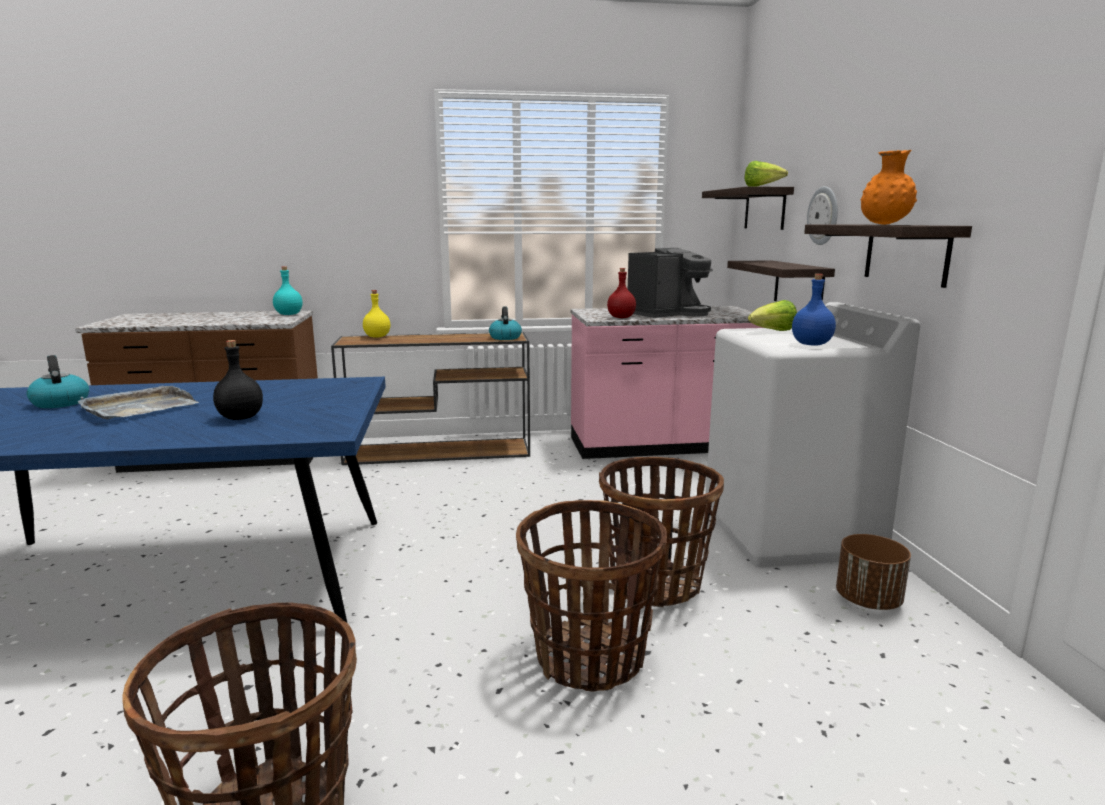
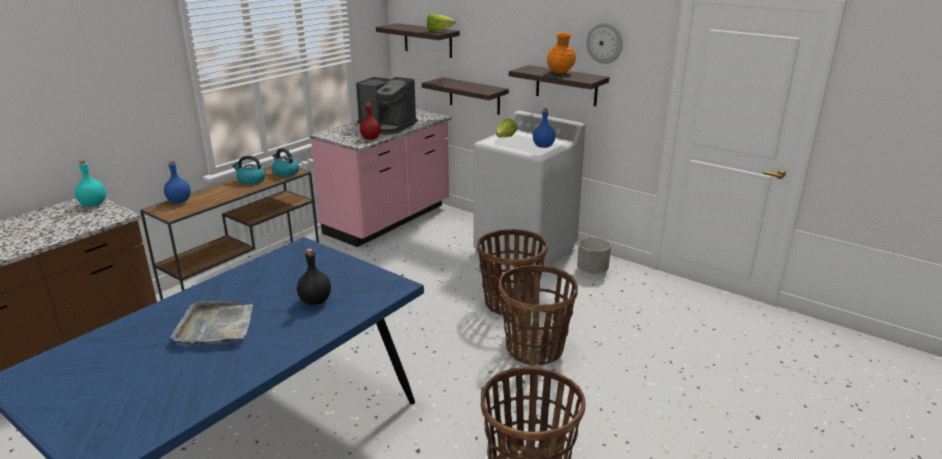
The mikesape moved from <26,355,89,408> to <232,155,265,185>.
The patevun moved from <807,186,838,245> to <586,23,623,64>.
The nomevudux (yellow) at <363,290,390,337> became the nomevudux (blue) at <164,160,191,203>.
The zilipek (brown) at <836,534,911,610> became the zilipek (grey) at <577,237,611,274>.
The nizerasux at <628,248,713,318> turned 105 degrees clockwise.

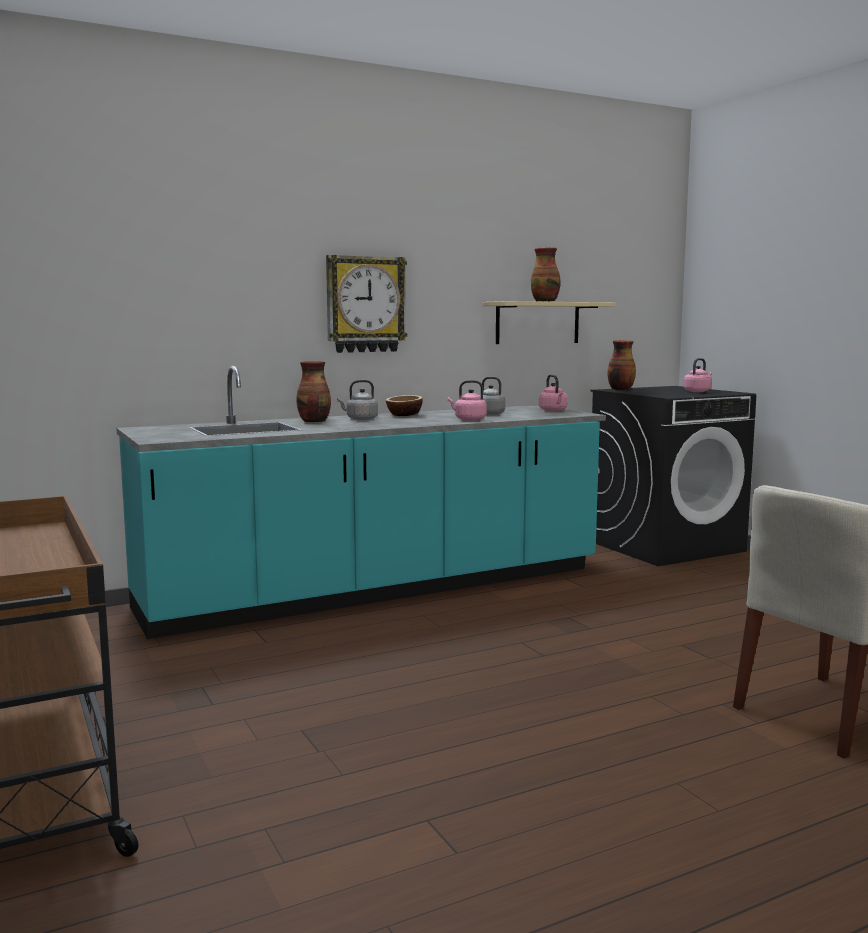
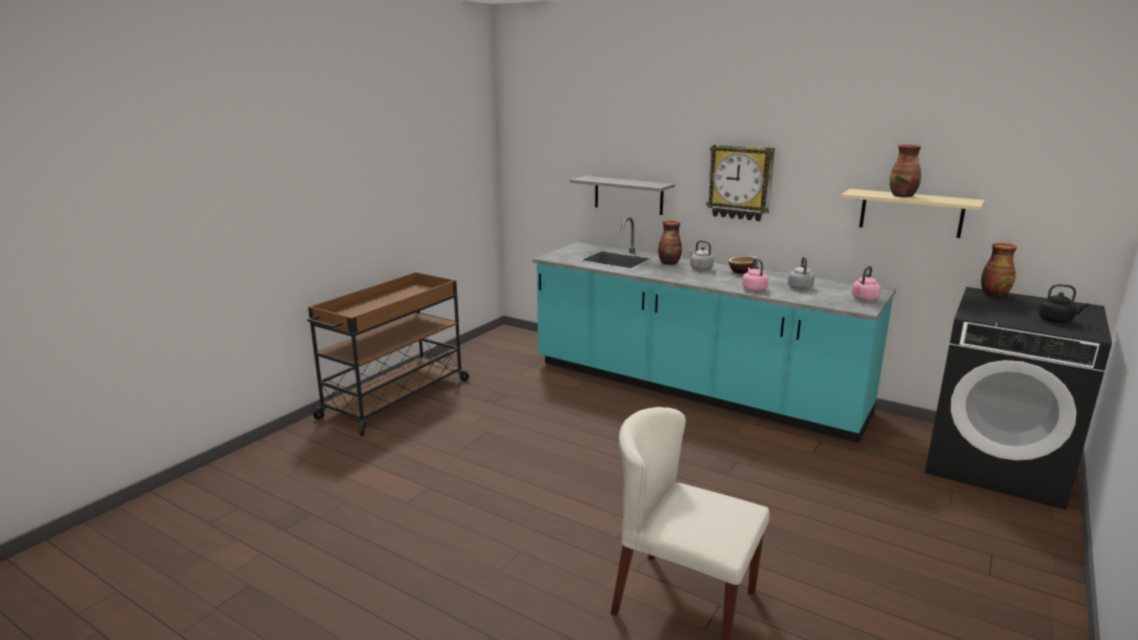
The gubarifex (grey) at <570,176,675,215> appeared.
The mikesape (pink) at <683,358,712,392> became the mikesape (black) at <1038,284,1089,323>.

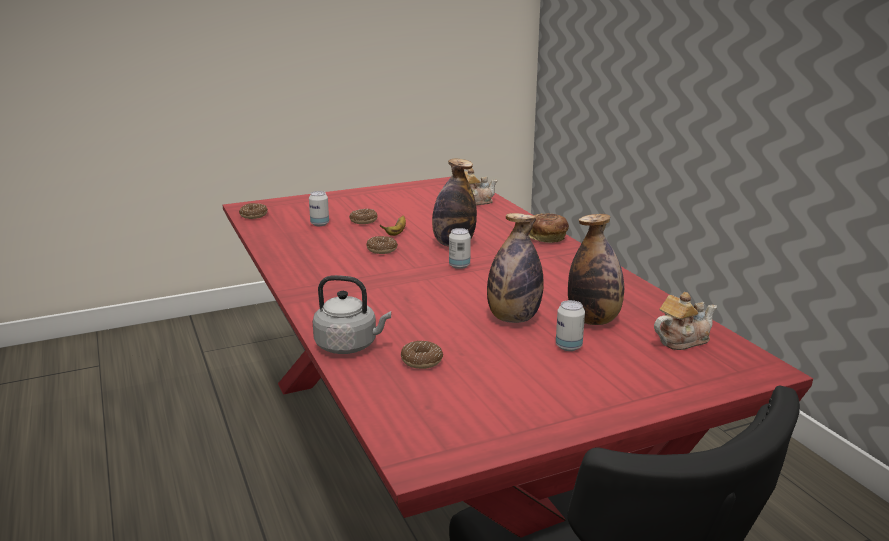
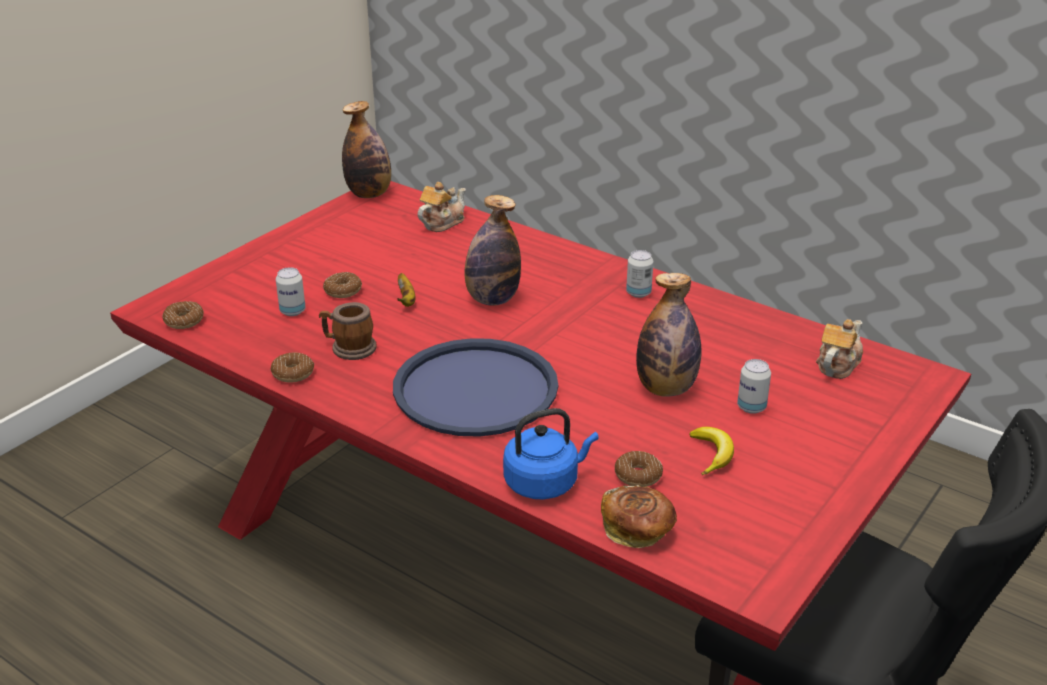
The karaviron at <319,302,377,360> appeared.
The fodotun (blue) at <393,338,558,437> appeared.
The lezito at <689,427,734,475> appeared.
The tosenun moved from <367,236,398,254> to <271,352,314,383>.
The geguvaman moved from <449,228,471,269> to <626,250,653,298>.
The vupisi moved from <529,213,569,243> to <601,485,677,548>.
The nomevudux moved from <568,214,624,325> to <342,101,391,198>.
The mikesape (grey) at <313,275,391,354> became the mikesape (blue) at <503,408,599,499>.

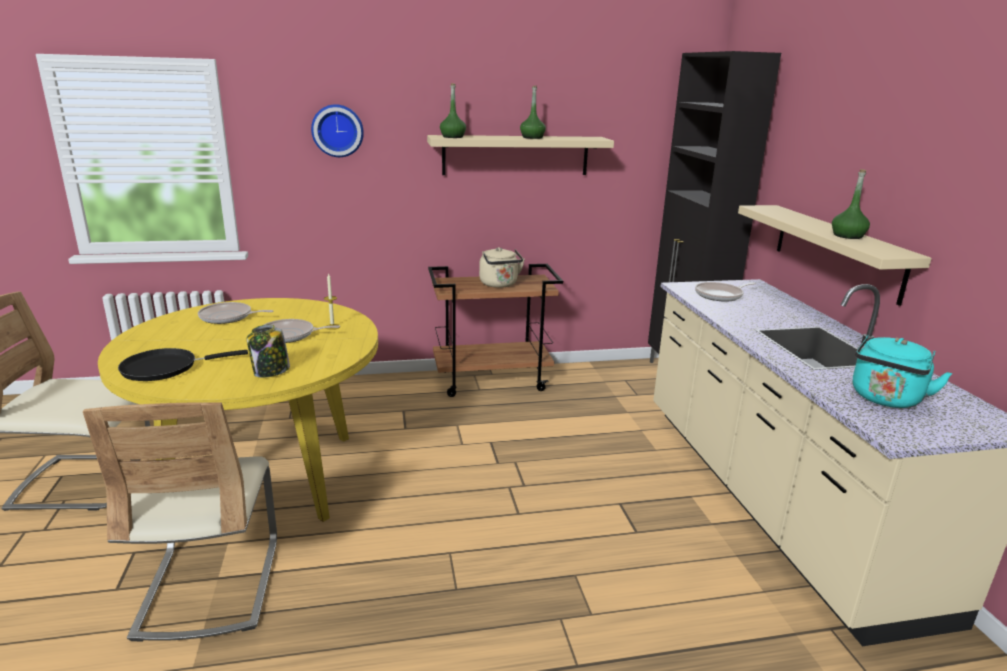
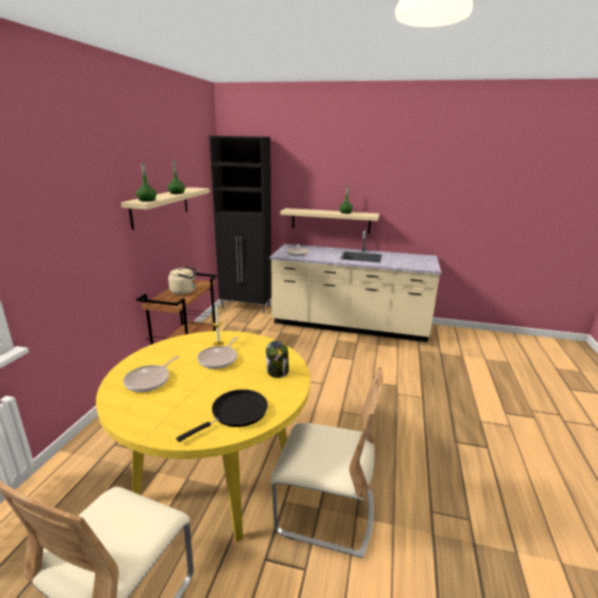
The patevun at <311,104,364,157> disappeared.
The mikesape (turquoise) at <853,335,952,408> disappeared.
The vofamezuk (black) at <118,348,248,381> turned 135 degrees counterclockwise.

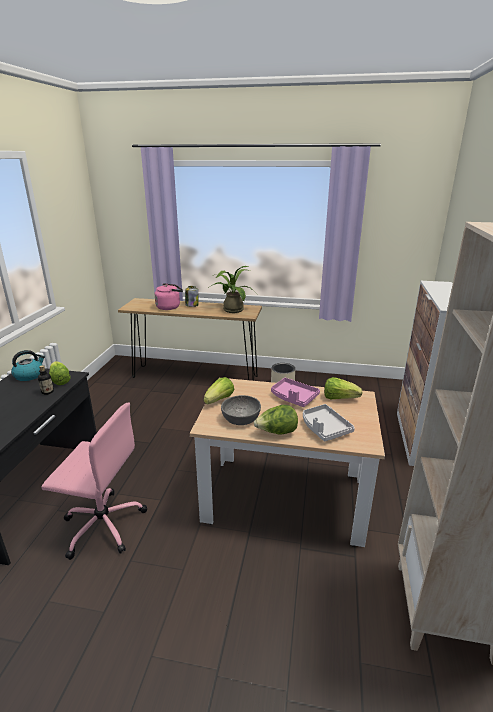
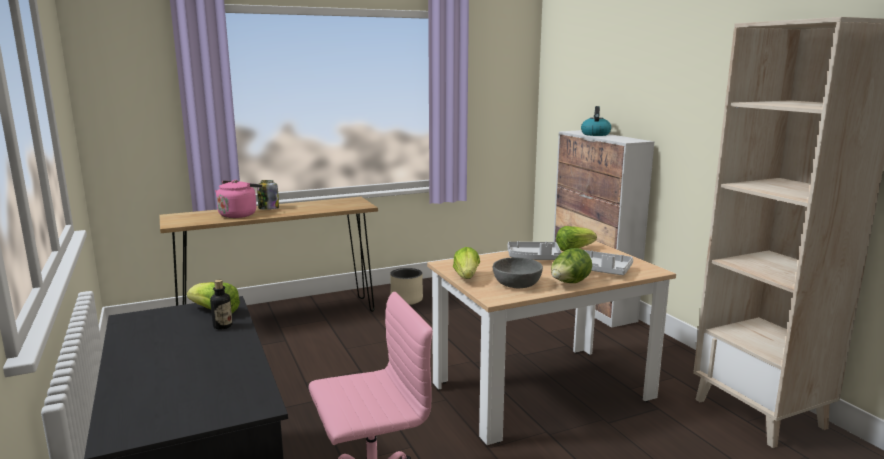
The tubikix at <208,266,256,313> disappeared.
The mikesape moved from <11,350,45,381> to <581,106,611,136>.
The fodotun (pink) at <271,378,320,407> became the fodotun (grey) at <507,241,562,260>.

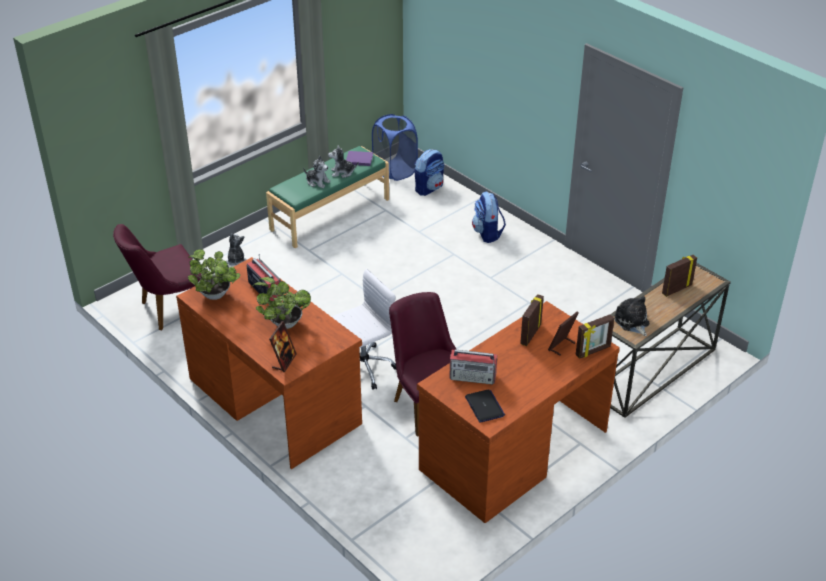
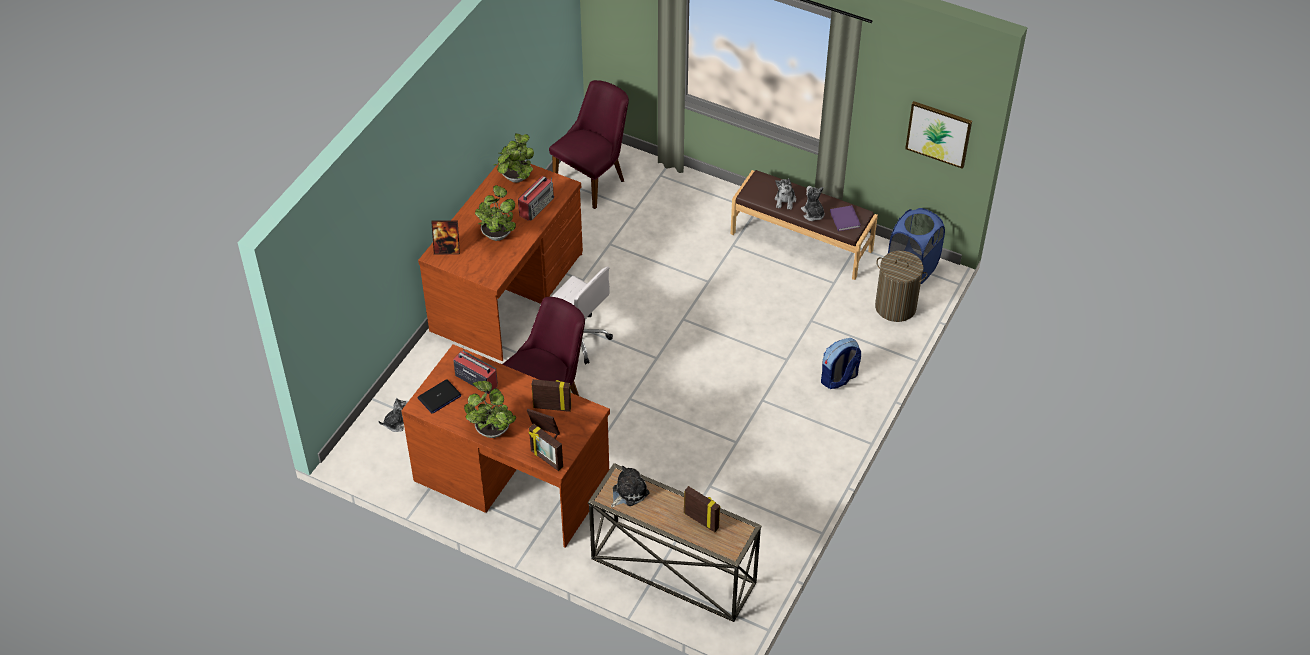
The tubikix at <464,381,516,438> appeared.
The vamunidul at <905,101,972,169> appeared.
The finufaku moved from <226,233,247,266> to <378,397,408,432>.
The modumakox at <414,149,444,196> was replaced by the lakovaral at <875,251,928,322>.
The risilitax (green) at <266,146,389,248> became the risilitax (brown) at <731,170,878,280>.
The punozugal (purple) at <113,224,201,330> turned 90 degrees clockwise.
The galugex at <449,350,497,385> turned 135 degrees clockwise.

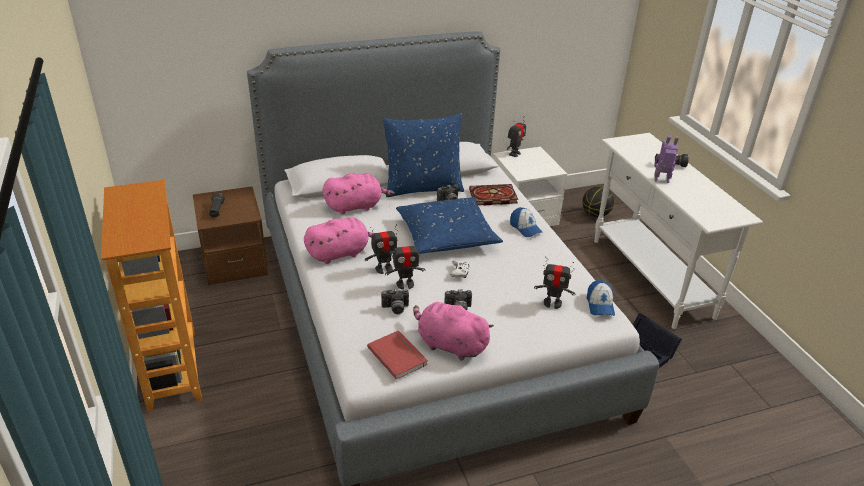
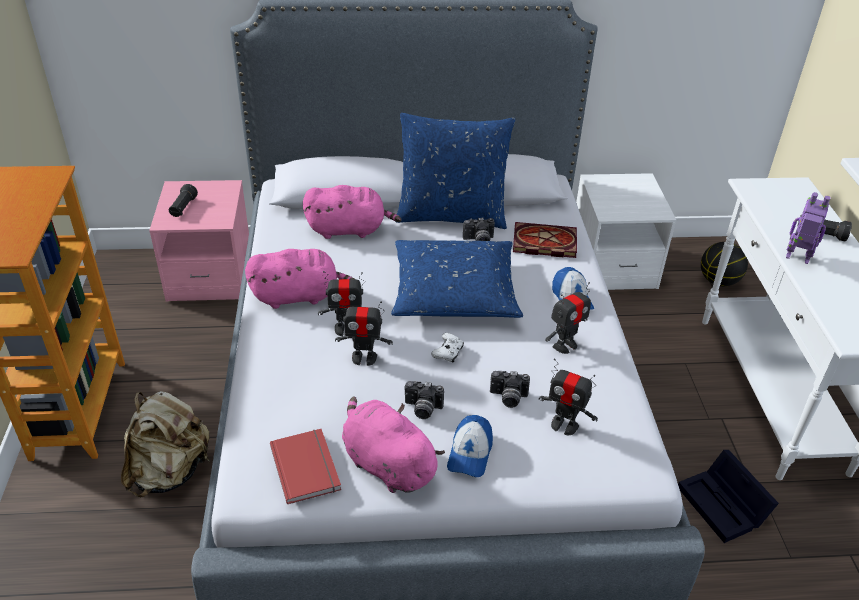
The modumakox (beige) at <121,391,210,497> appeared.
The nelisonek moved from <381,289,409,314> to <490,371,530,408>.
The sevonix moved from <507,116,526,157> to <545,282,591,354>.
The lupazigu moved from <587,280,615,316> to <447,415,493,477>.
The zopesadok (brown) at <193,186,268,286> became the zopesadok (pink) at <149,180,249,302>.

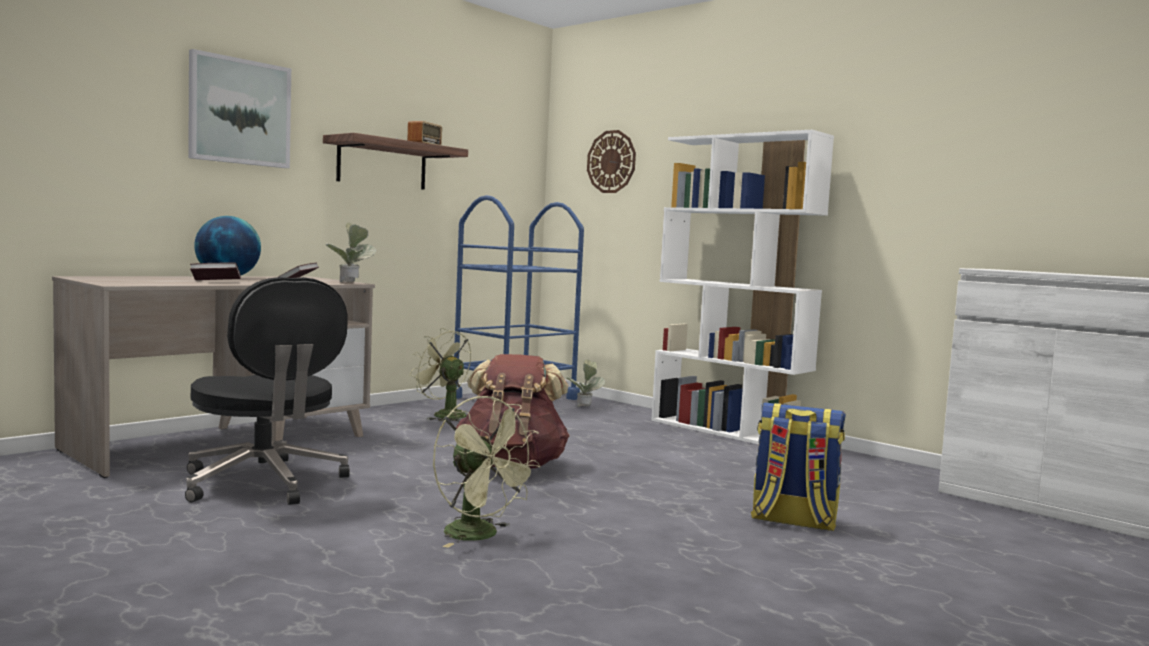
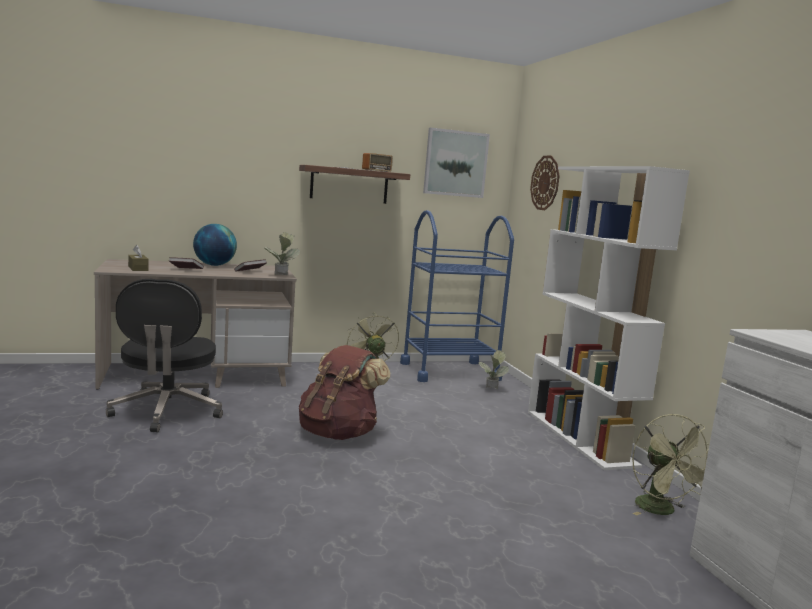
The modumakox at <751,402,846,531> disappeared.
The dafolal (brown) at <128,245,149,271> appeared.
The vamunidul moved from <188,49,291,168> to <423,127,490,198>.
The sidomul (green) moved from <433,396,541,548> to <632,414,709,515>.

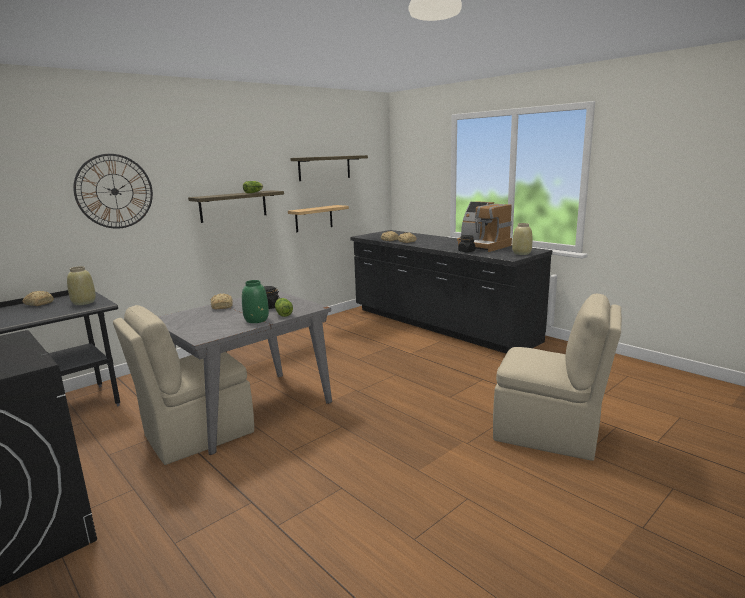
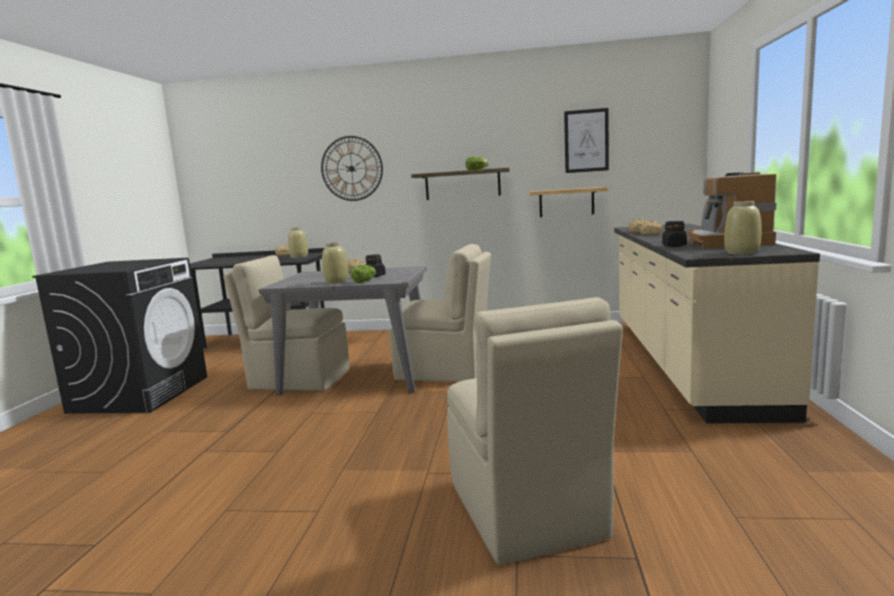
The punozugal (beige) at <390,244,491,382> appeared.
The gubarifex at <290,155,368,181> was replaced by the vamunidul at <564,108,609,173>.
The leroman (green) at <242,280,269,323> became the leroman (beige) at <322,242,349,284>.
The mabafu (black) at <350,230,552,354> became the mabafu (beige) at <614,224,820,423>.

